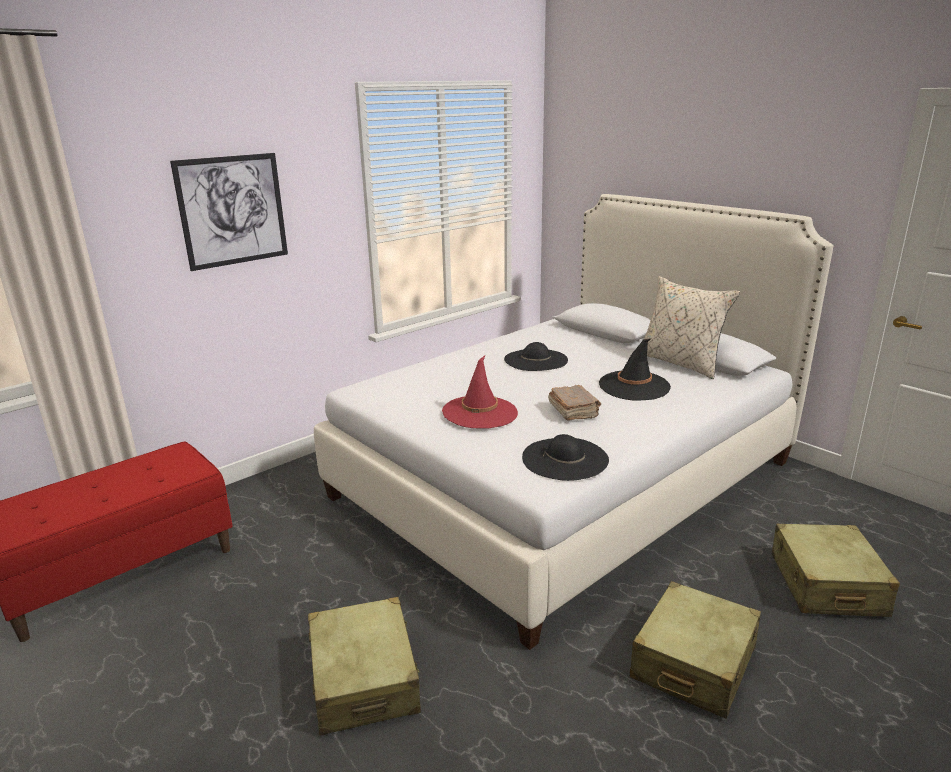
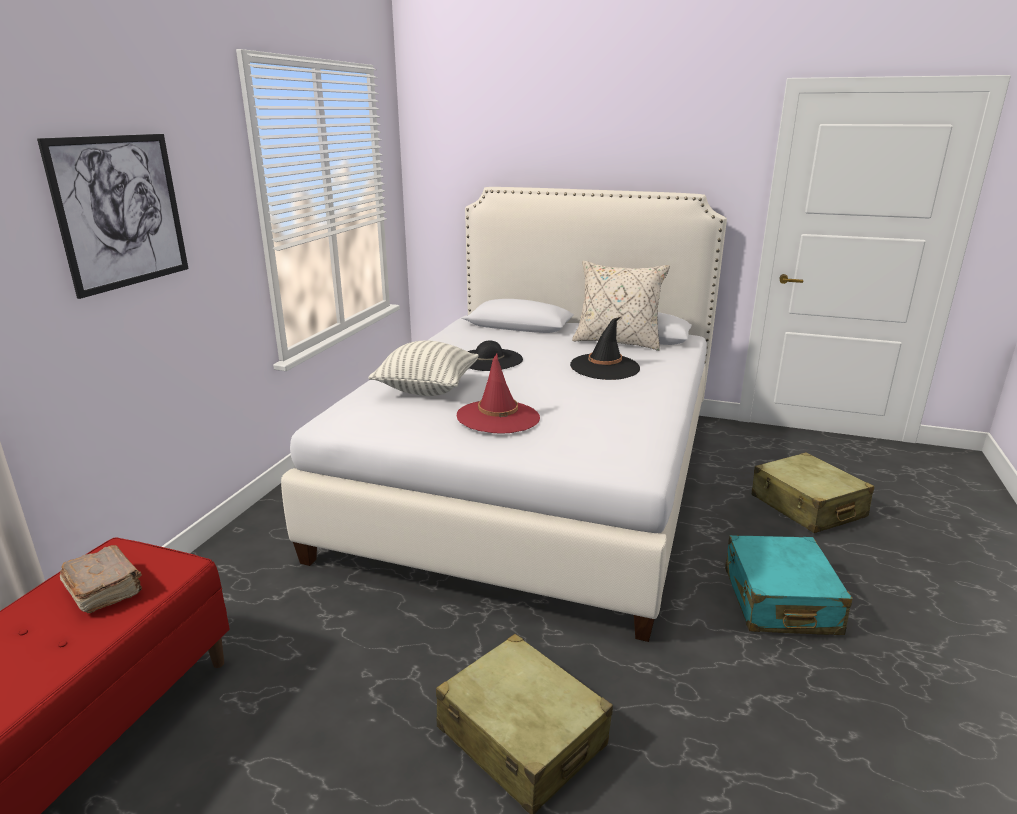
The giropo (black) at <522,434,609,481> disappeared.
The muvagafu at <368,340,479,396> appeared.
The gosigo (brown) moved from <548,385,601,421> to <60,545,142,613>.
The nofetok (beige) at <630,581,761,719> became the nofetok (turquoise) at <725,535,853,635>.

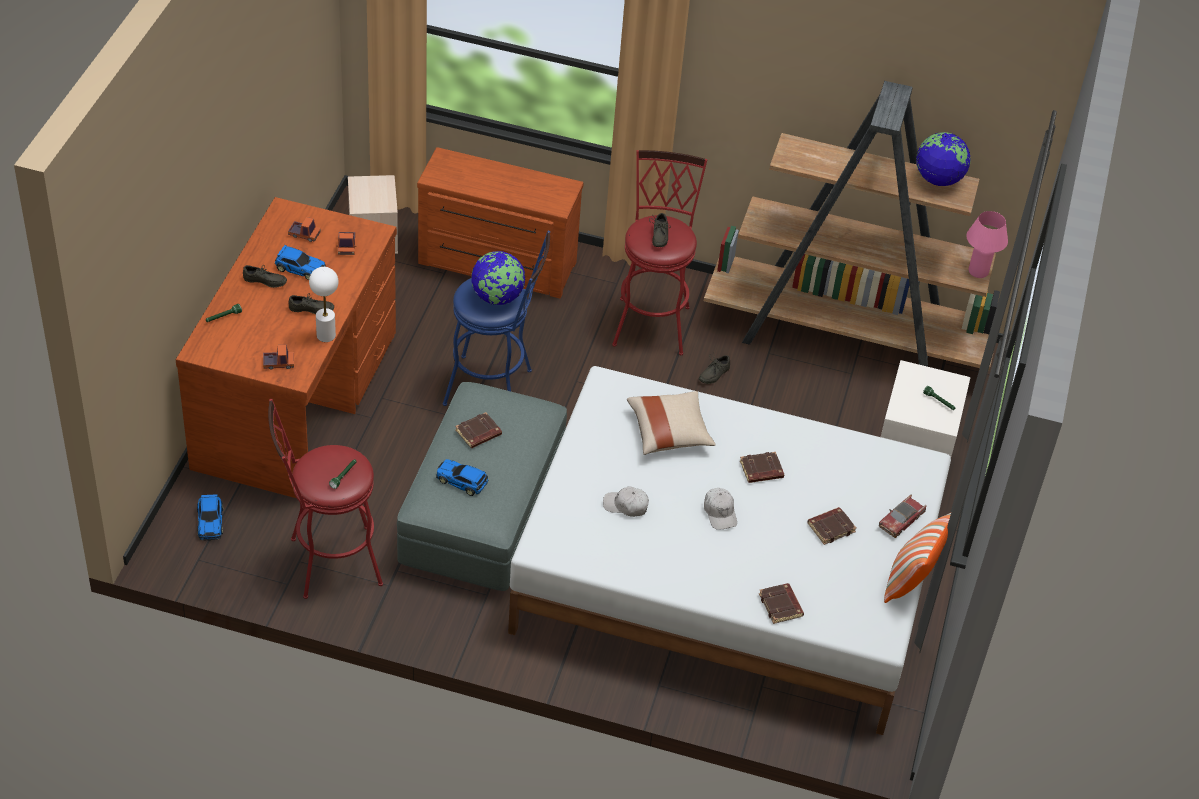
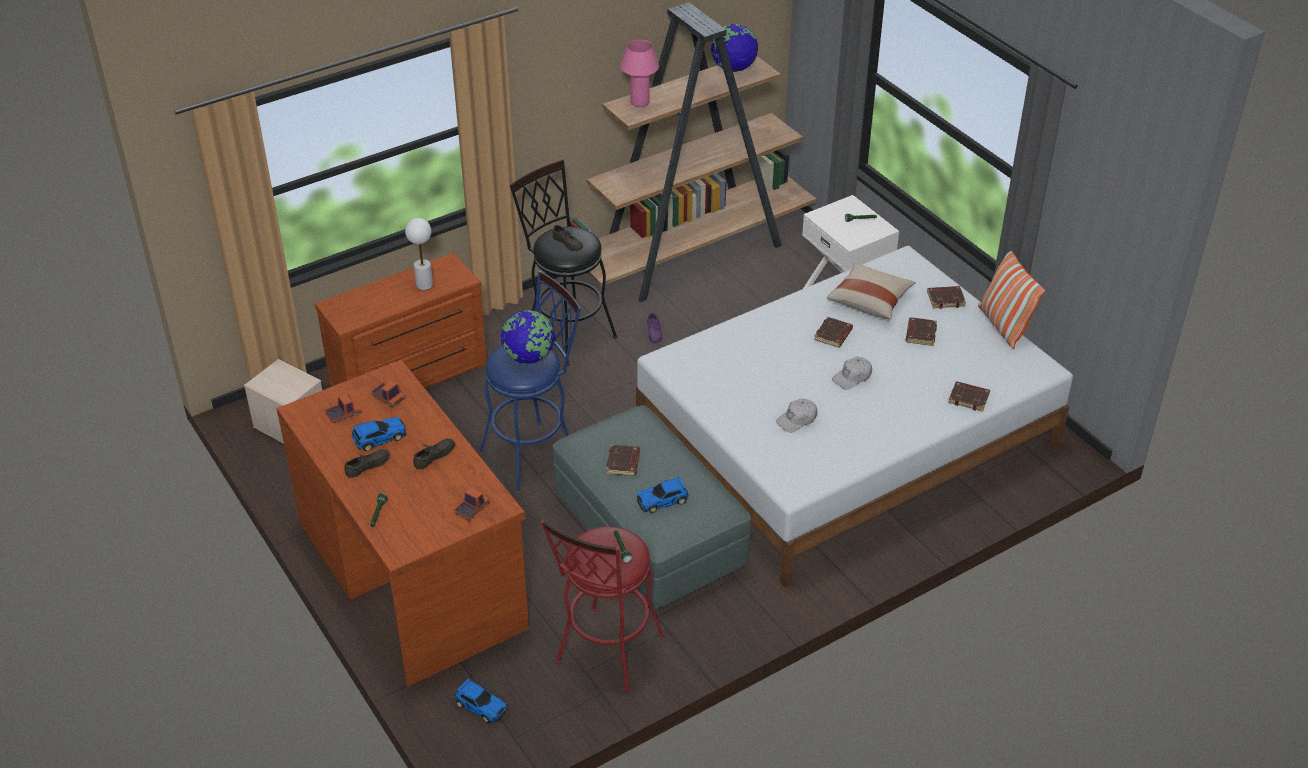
The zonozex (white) moved from <309,267,338,342> to <405,218,433,290>.
The muvagafu (beige) moved from <627,391,716,455> to <827,263,915,319>.
The zonozex (pink) moved from <967,211,1008,278> to <620,40,659,107>.
The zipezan at <879,495,927,538> was replaced by the gosigo (brown) at <927,286,966,309>.
The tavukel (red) at <612,150,708,355> became the tavukel (black) at <510,159,617,366>.
The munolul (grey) at <699,352,730,384> became the munolul (purple) at <642,313,663,343>.
The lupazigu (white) at <704,488,737,530> turned 120 degrees clockwise.

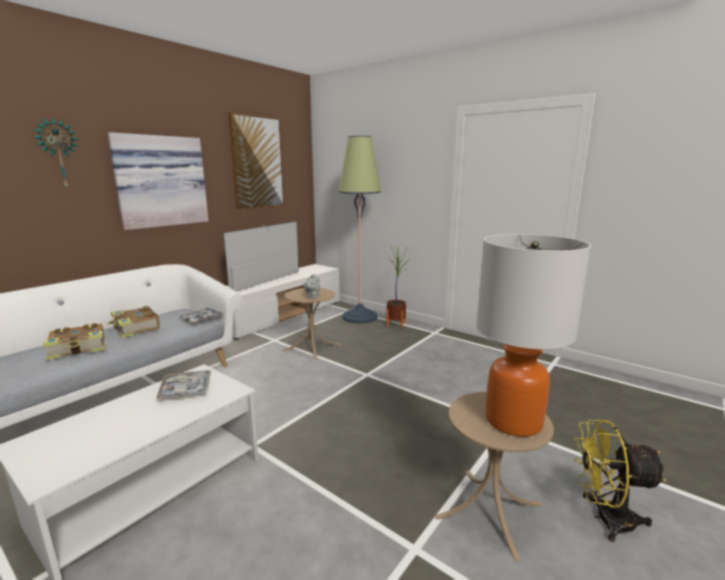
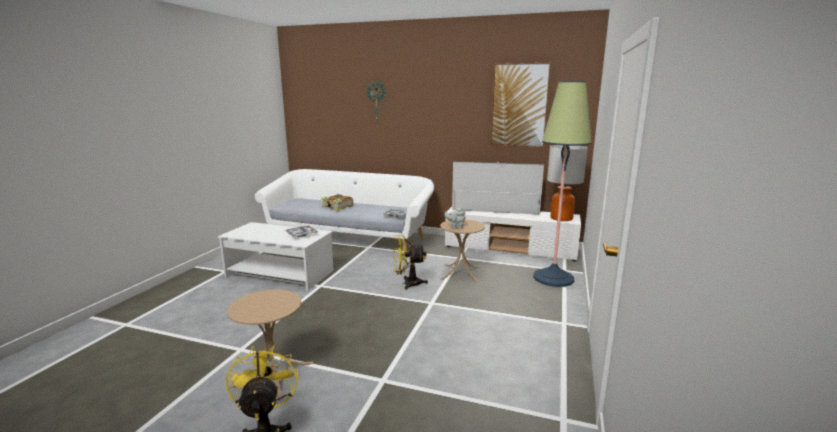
The gosigo at <106,306,160,338> disappeared.
The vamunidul at <108,132,209,230> disappeared.
The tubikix at <385,244,408,328> disappeared.
The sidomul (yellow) at <394,235,428,290> appeared.
The zonozex moved from <476,234,591,437> to <547,145,588,221>.

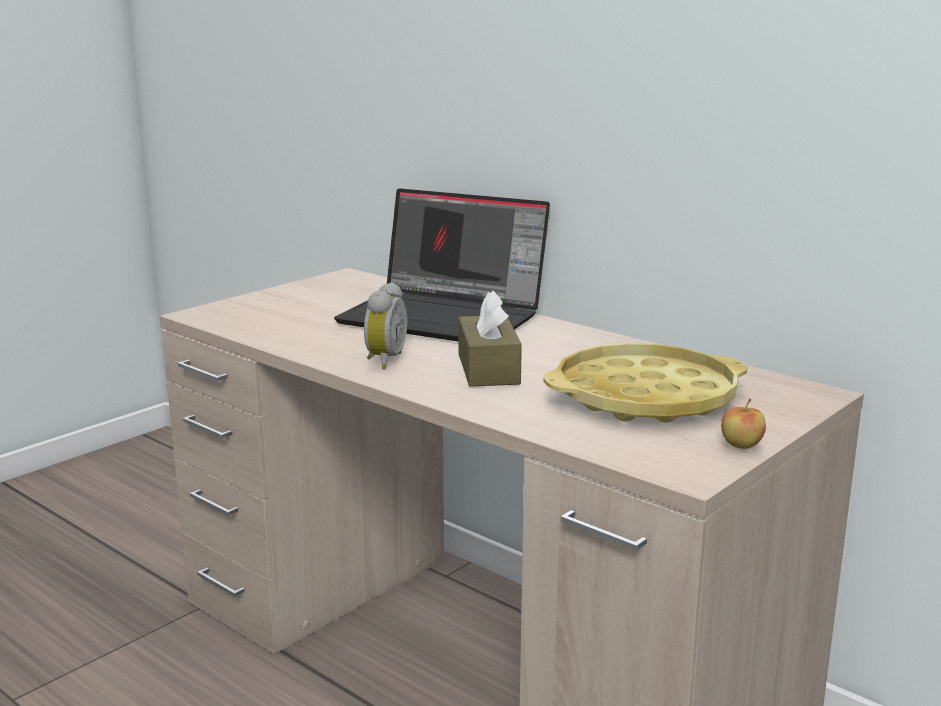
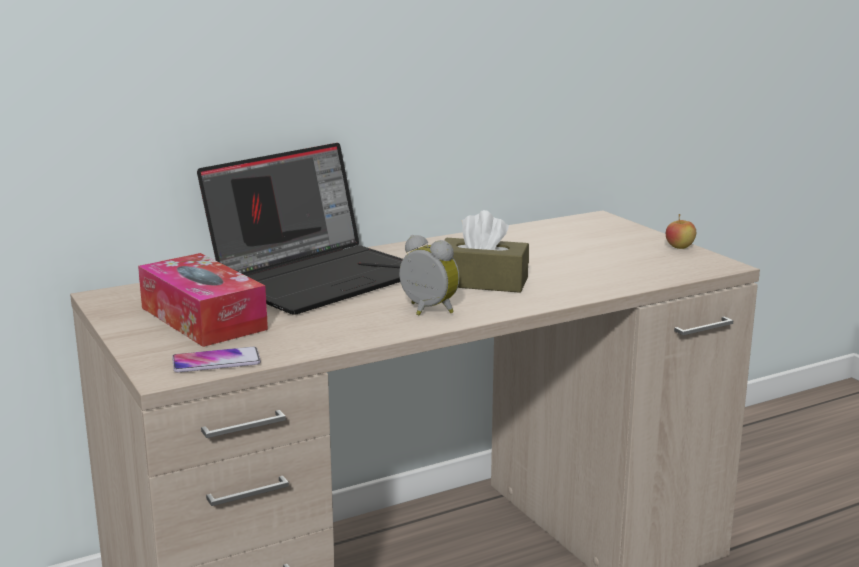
The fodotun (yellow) at <543,343,748,423> disappeared.
The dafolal at <138,253,268,347> appeared.
The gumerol at <172,347,261,372> appeared.

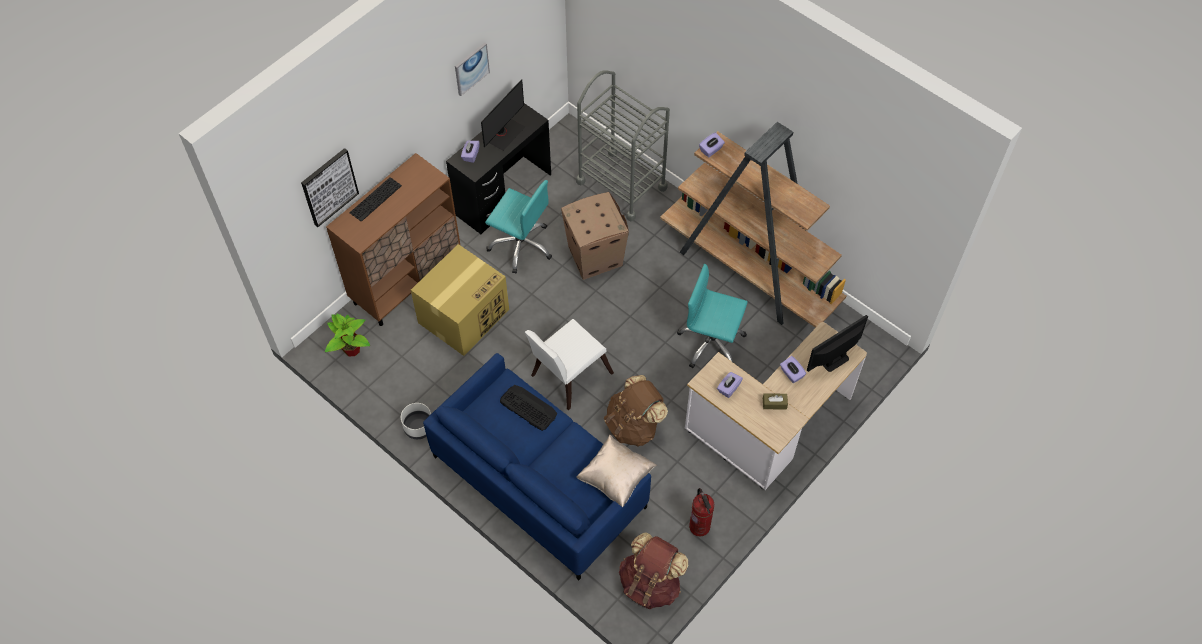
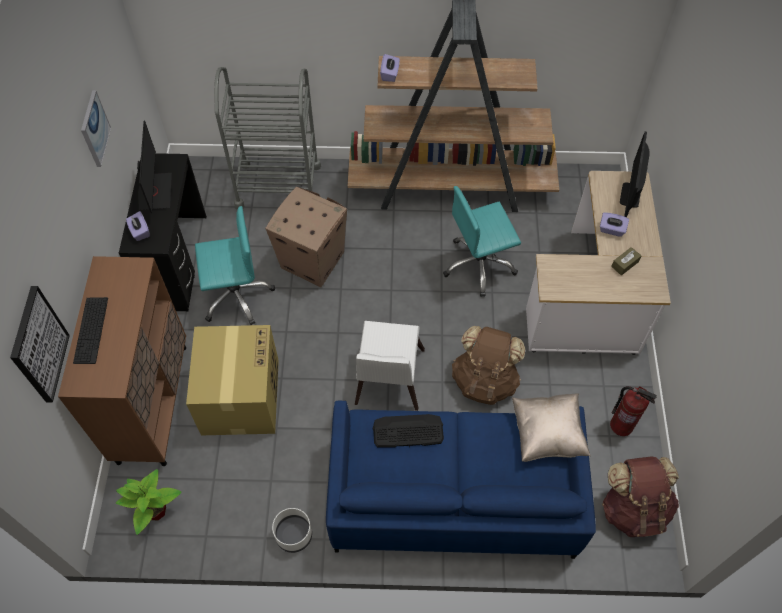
The dafolal (purple) at <717,372,743,398> disappeared.

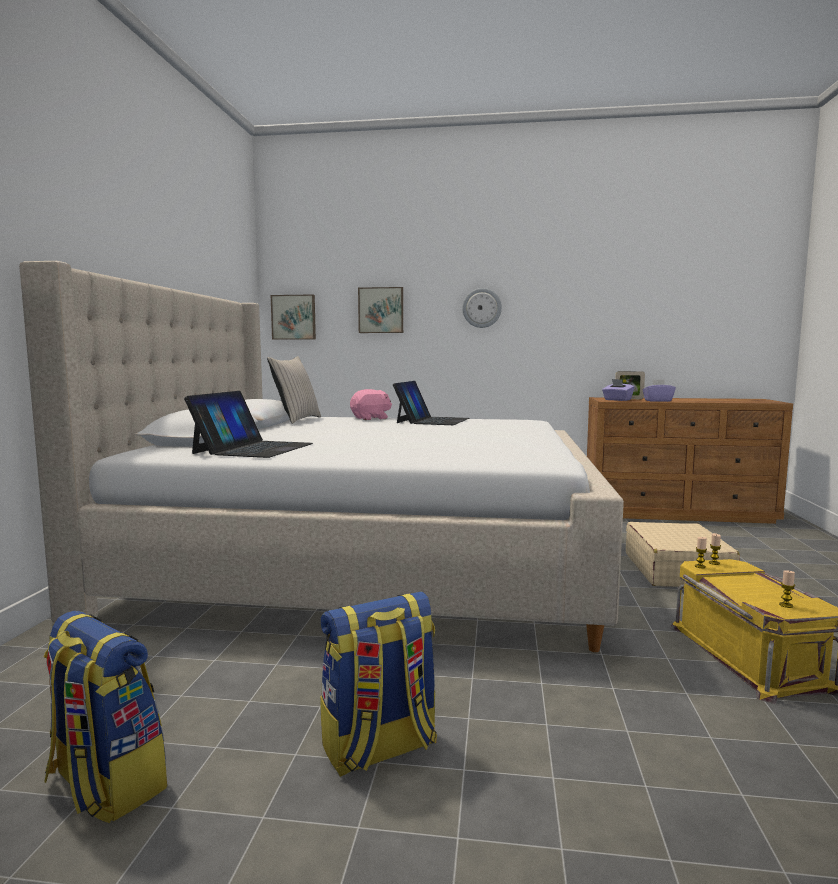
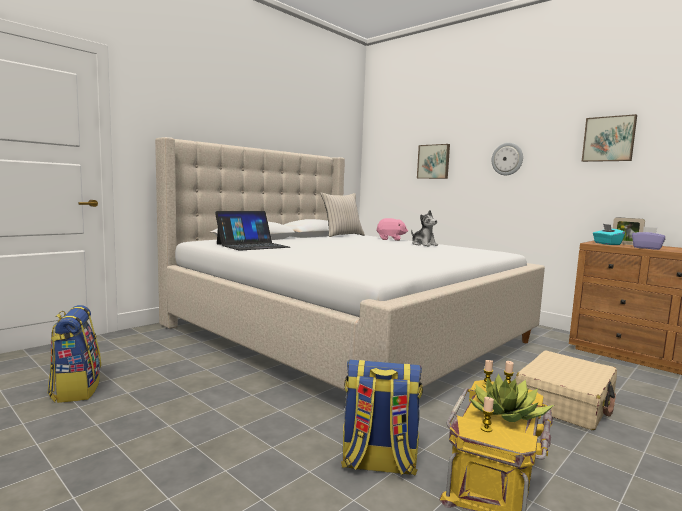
The tubikix at <469,374,554,422> appeared.
The vamunidul moved from <271,294,316,340> to <582,114,637,162>.
The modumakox moved from <320,591,437,777> to <341,360,423,476>.
The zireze at <393,381,470,425> was replaced by the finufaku at <411,210,438,246>.
The dafolal (purple) at <602,379,635,401> became the dafolal (turquoise) at <593,224,625,245>.

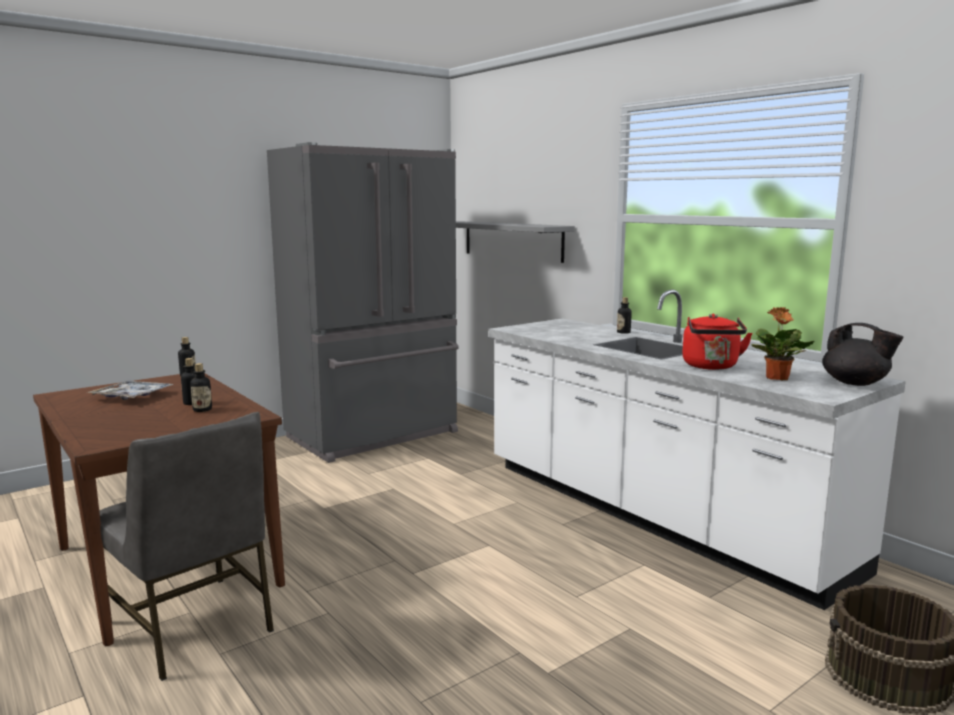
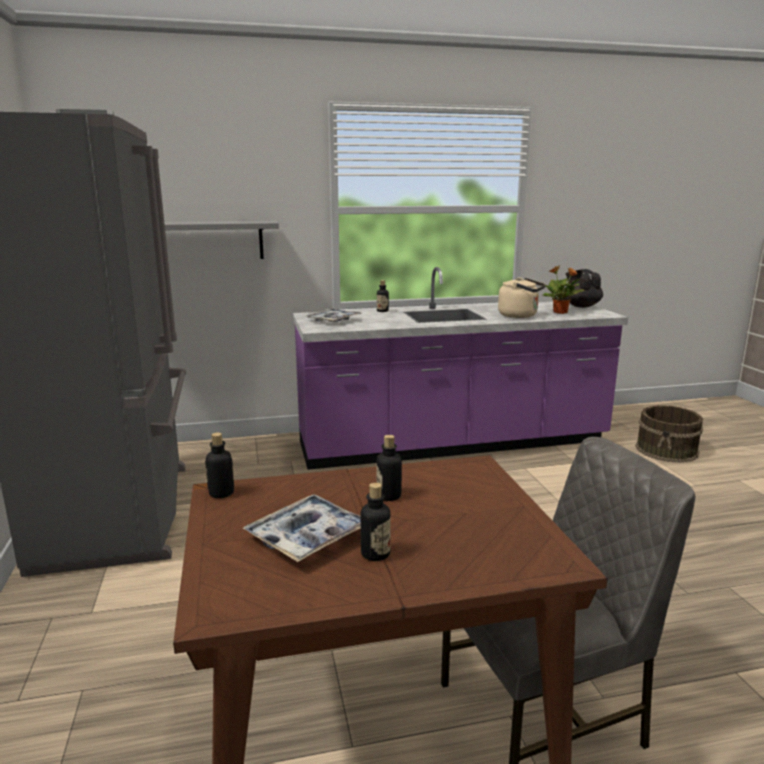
The fodotun at <306,309,362,322> appeared.
The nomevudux moved from <190,363,212,412> to <361,482,391,561>.
The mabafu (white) at <489,290,906,610> became the mabafu (purple) at <293,267,628,470>.
The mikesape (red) at <682,314,753,370> became the mikesape (beige) at <498,277,546,318>.
The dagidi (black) at <822,323,904,386> turned 90 degrees counterclockwise.

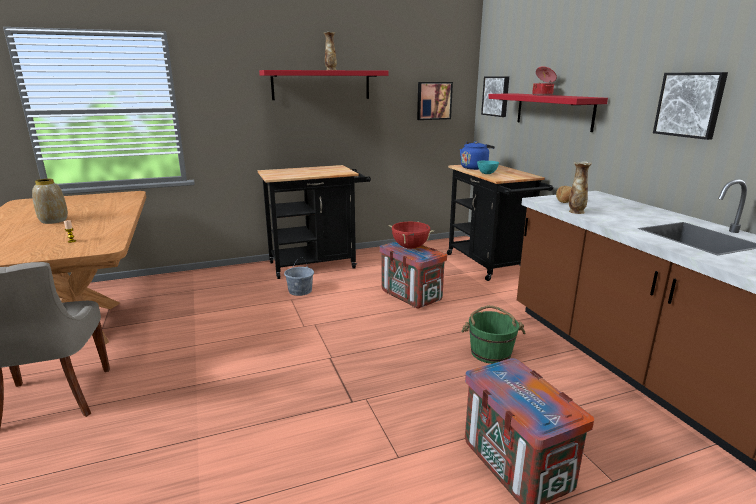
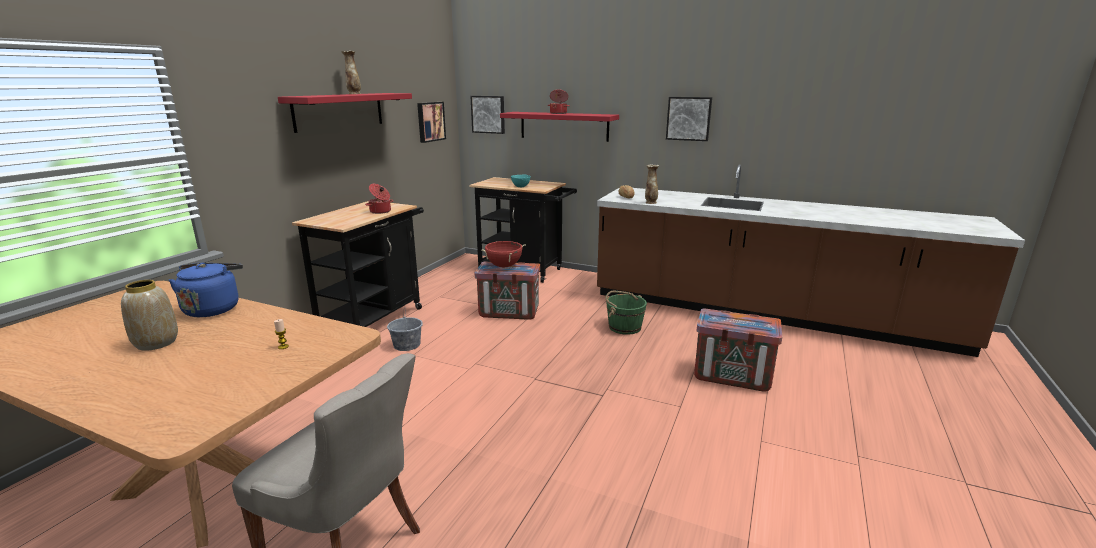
The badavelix at <365,184,394,214> appeared.
The mikesape (blue) moved from <460,141,495,170> to <169,263,243,317>.

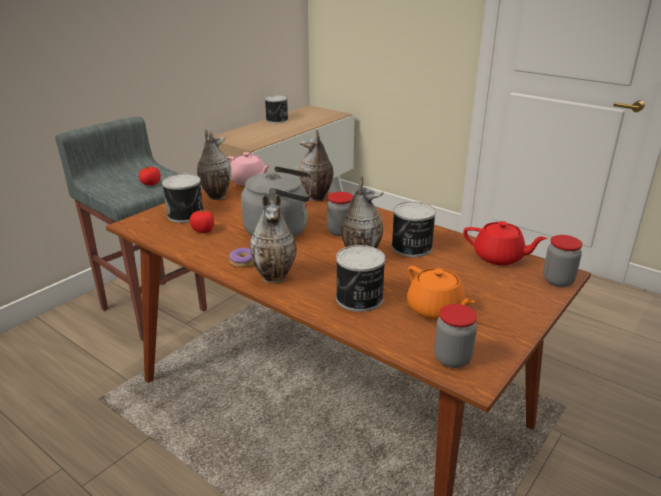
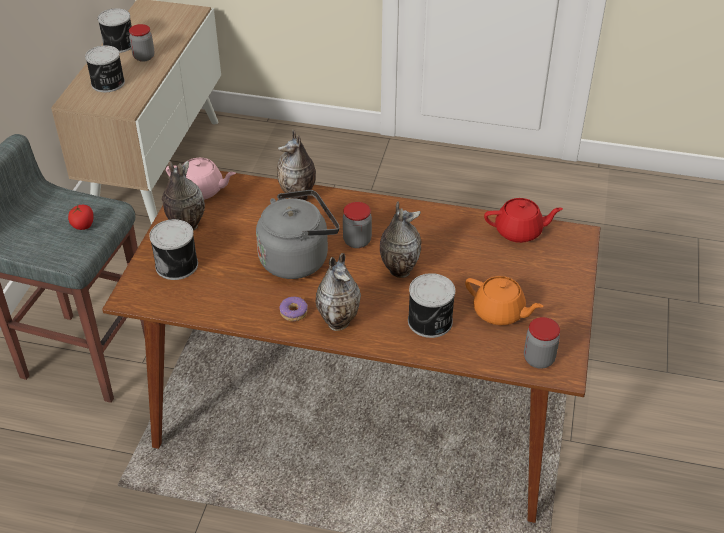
The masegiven at <190,209,214,233> disappeared.
The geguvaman moved from <391,201,436,257> to <85,45,125,92>.
The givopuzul moved from <543,235,583,287> to <129,24,155,62>.

